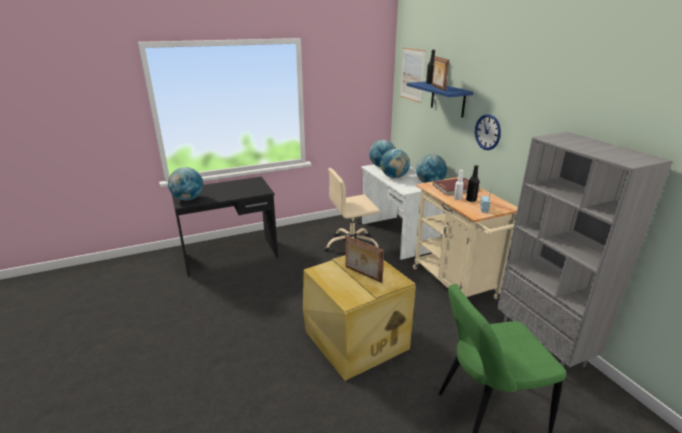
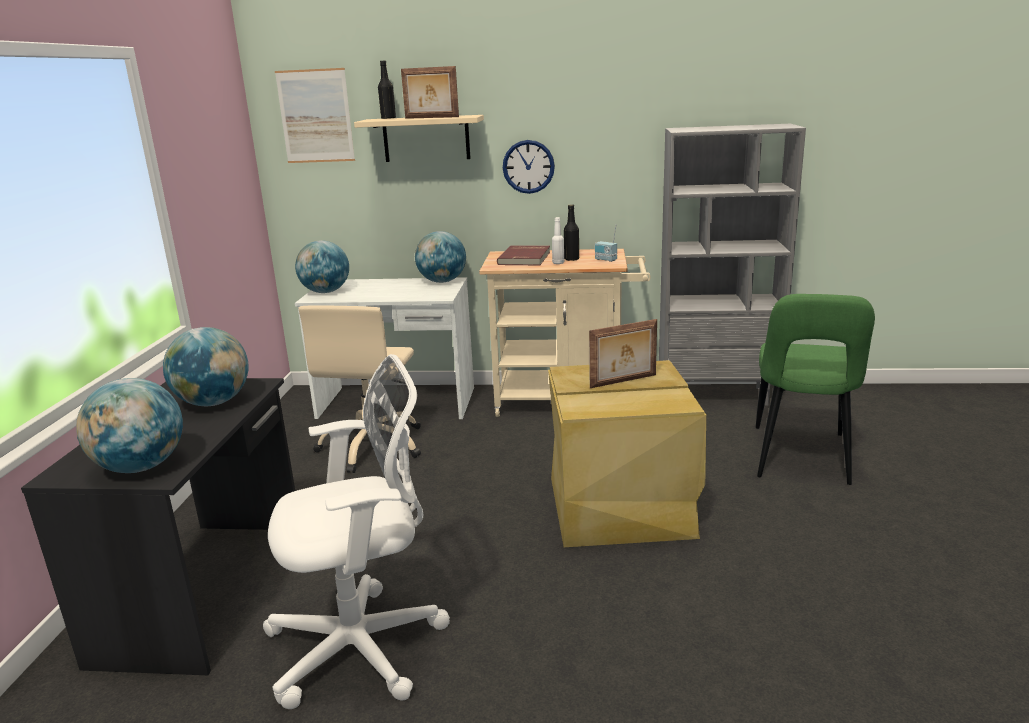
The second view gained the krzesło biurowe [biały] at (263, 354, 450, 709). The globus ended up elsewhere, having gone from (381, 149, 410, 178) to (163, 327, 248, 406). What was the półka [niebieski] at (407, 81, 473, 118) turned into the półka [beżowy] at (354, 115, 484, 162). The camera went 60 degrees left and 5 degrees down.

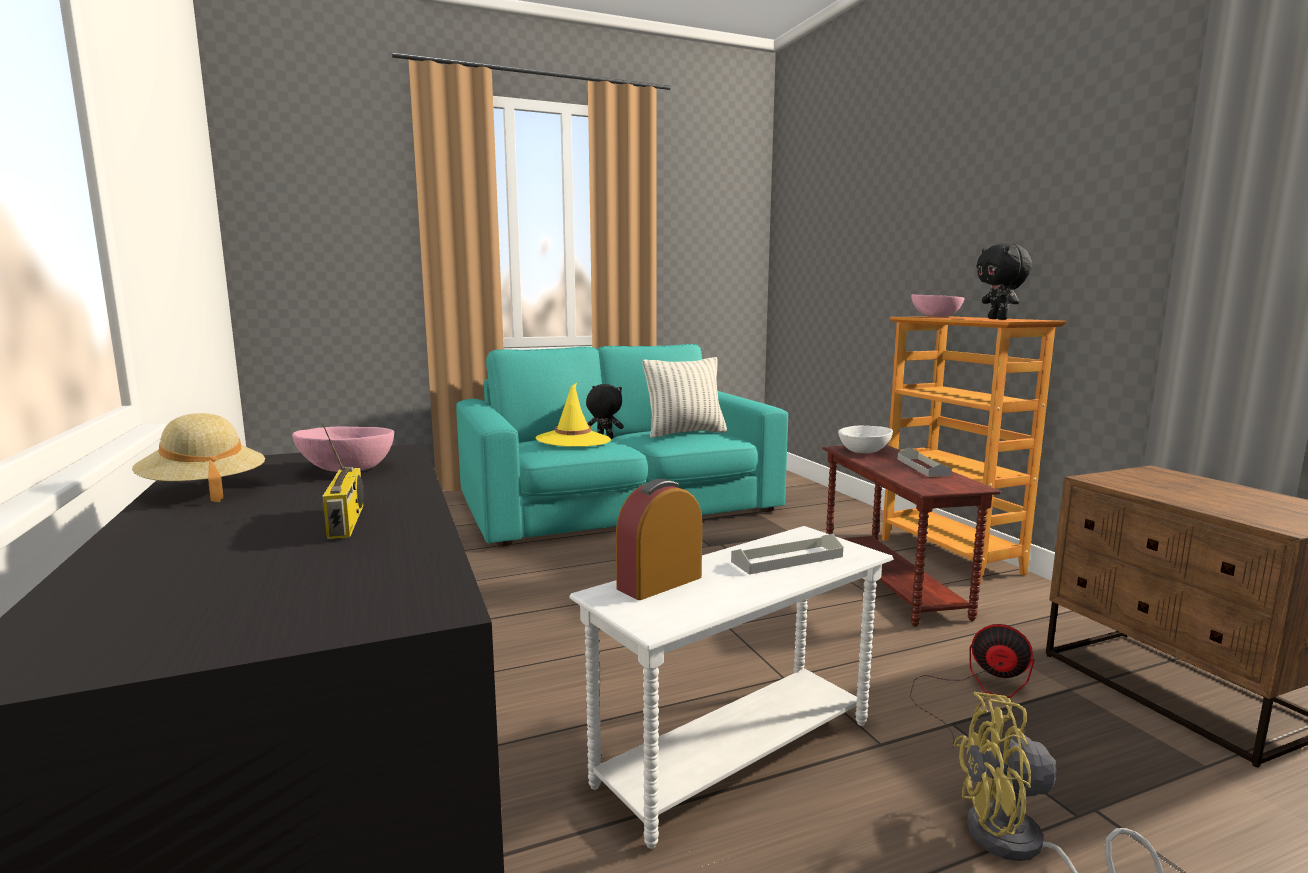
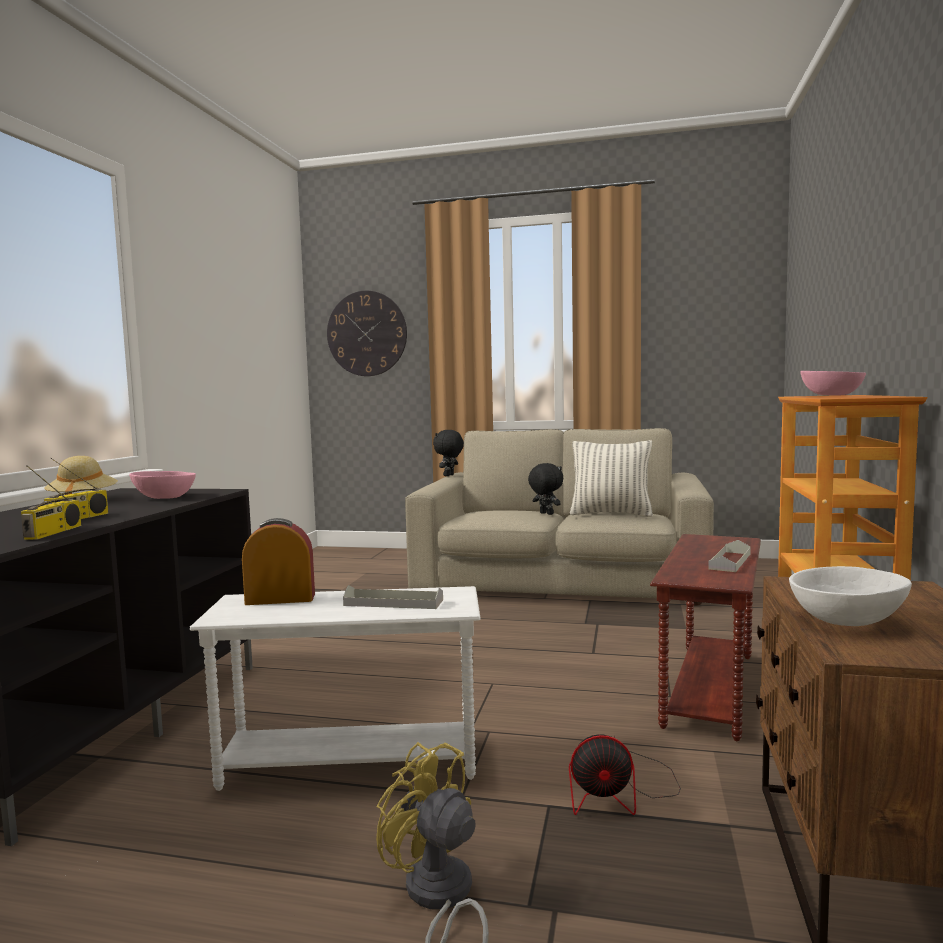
The second view lost the kapelusz [żółty] at (536, 383, 611, 447). The second view gained the radio at (21, 465, 81, 540). The second view gained the zegar ścienny at (327, 291, 407, 376). The miska [biały] ended up elsewhere, having gone from (838, 426, 893, 453) to (789, 566, 912, 626). The pluszak [czarny] ended up elsewhere, having gone from (976, 243, 1032, 320) to (433, 430, 464, 476). What was the kanapa [turkusowy] at (456, 344, 788, 546) turned into the kanapa [beżowy] at (405, 428, 714, 606). The wentylator at (910, 624, 1034, 747) ended up facing another way, 120 degrees clockwise from before. The camera went 35 degrees right and 5 degrees down.

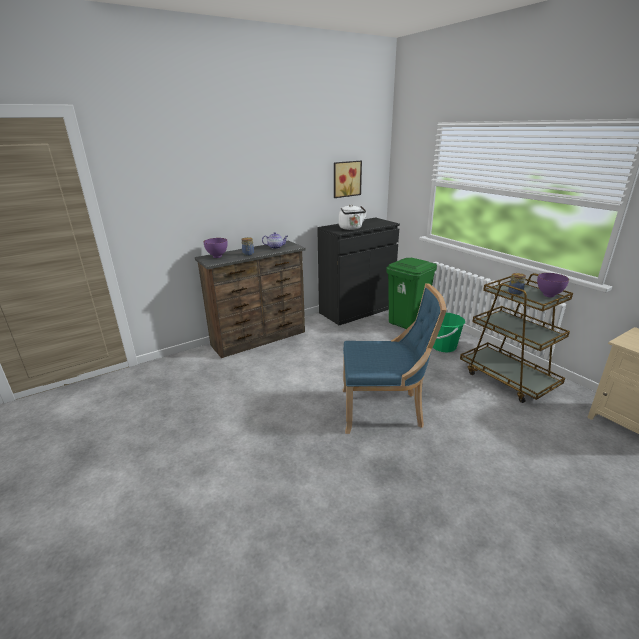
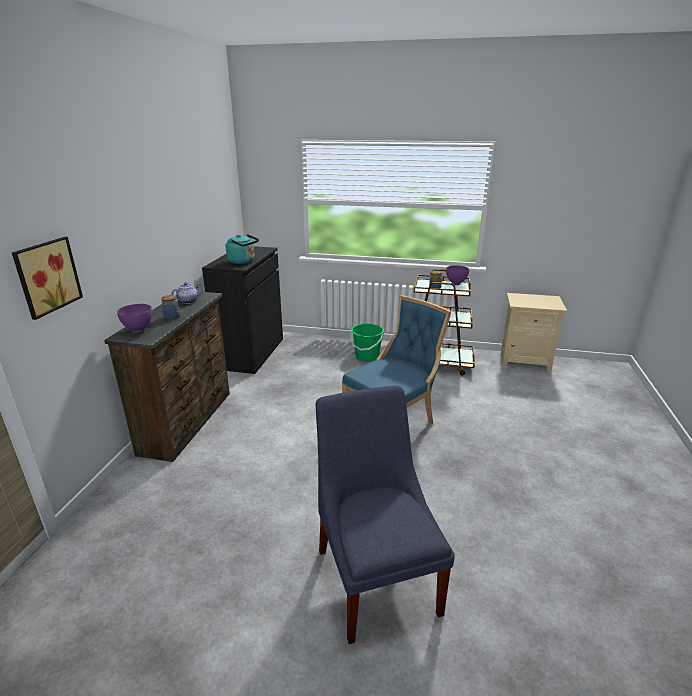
The second view lost the kosz na śmieci [zielony] at (386, 257, 437, 329). The second view gained the krzesło [niebieski] at (315, 385, 455, 644). The obraz ended up elsewhere, having gone from (334, 161, 362, 198) to (12, 237, 83, 320). What was the czajnik [biały] at (339, 204, 367, 230) turned into the czajnik [turkusowy] at (226, 234, 259, 264). The camera went 45 degrees left and 0 degrees up.

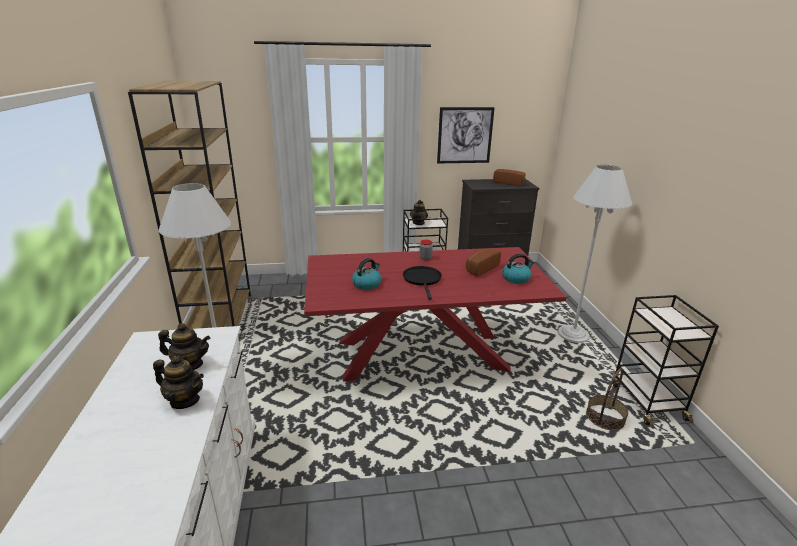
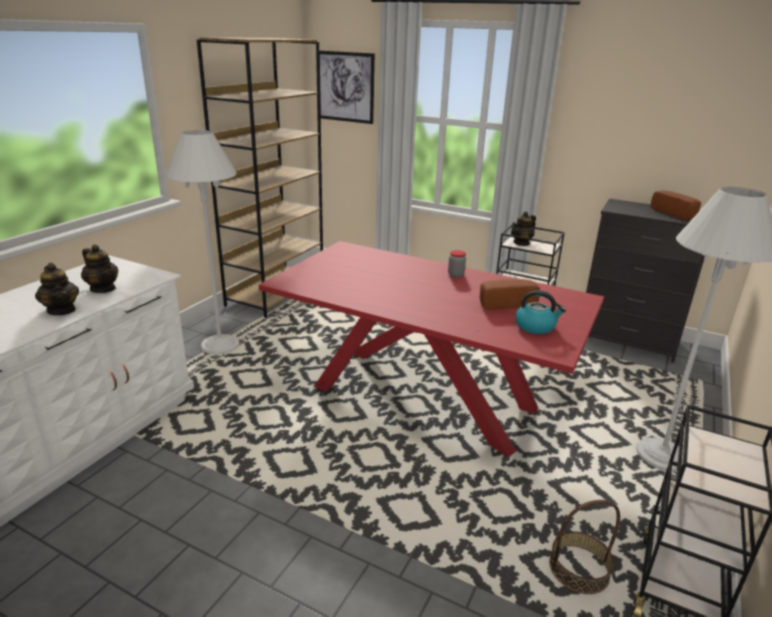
The second view lost the czajnik at (352, 258, 381, 290). The second view lost the patelnia [czarny] at (403, 266, 442, 300). The obraz ended up elsewhere, having gone from (437, 107, 495, 163) to (319, 50, 375, 124). The camera went 35 degrees right and 0 degrees up.

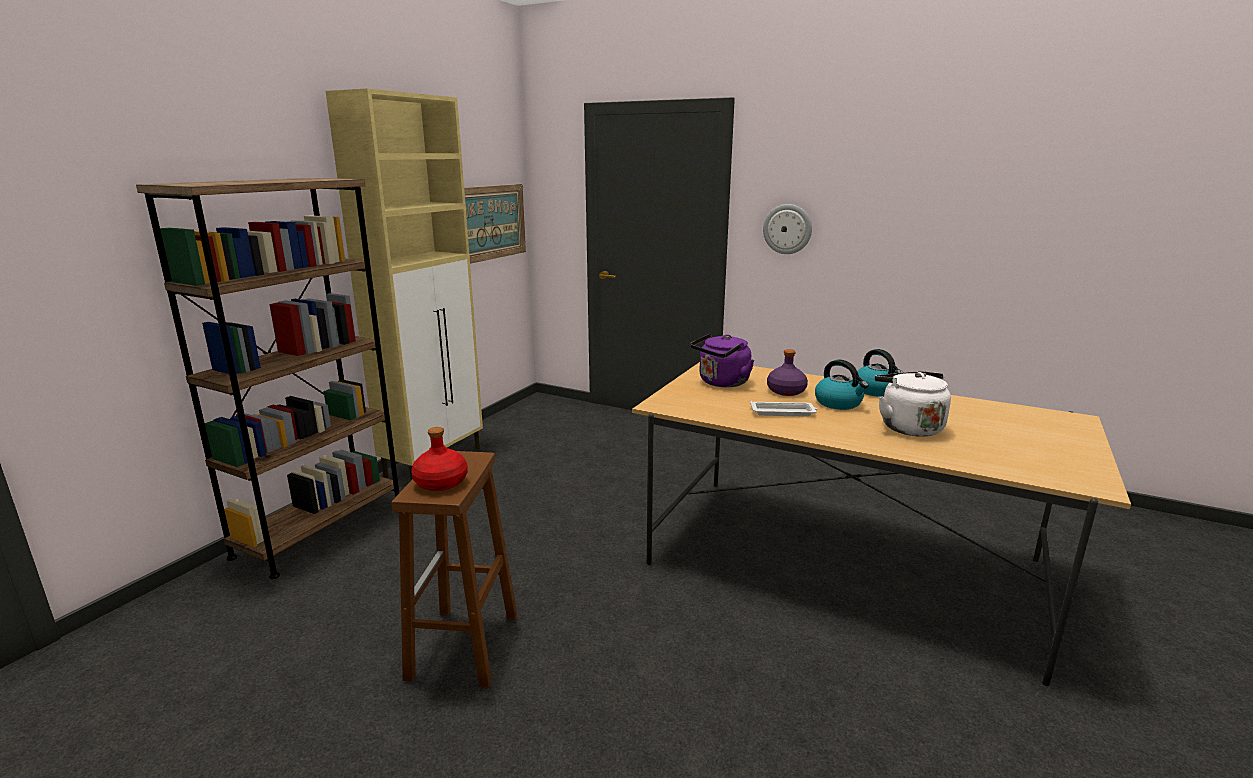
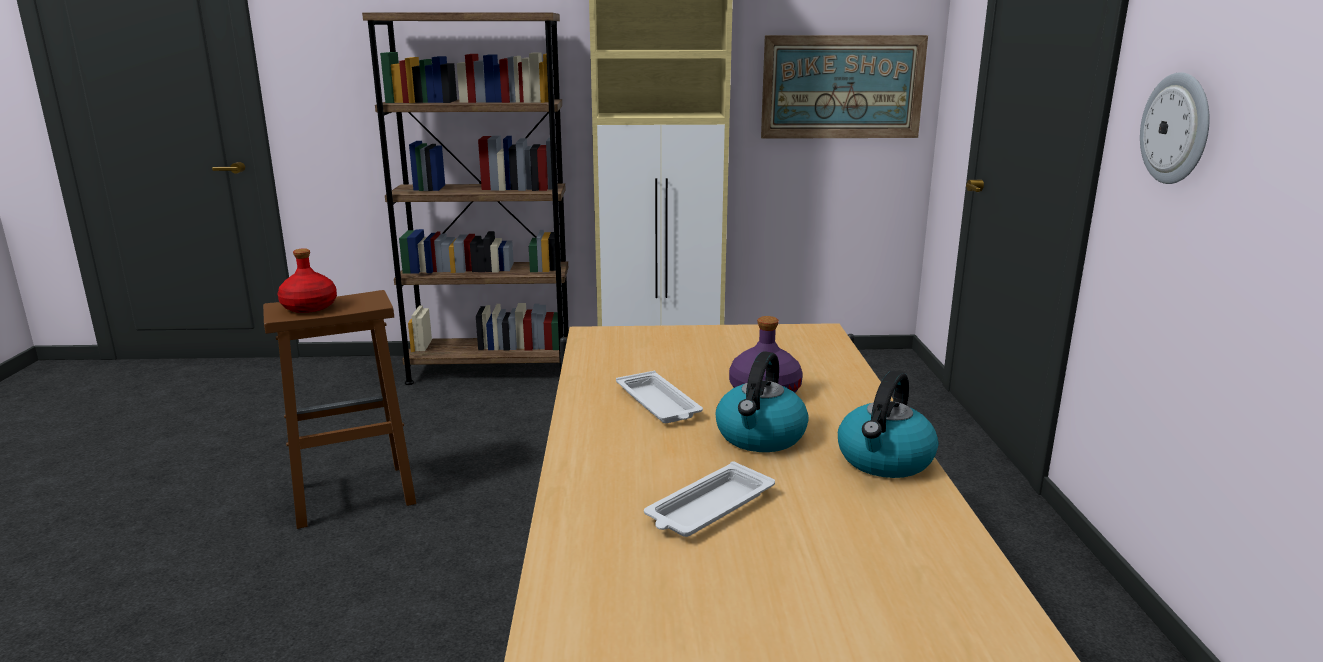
The second view lost the czajnik [fioletowy] at (690, 333, 754, 387). Where the czajnik [biały] stood at (875, 371, 951, 437), the taca [biały] came to stand at (644, 461, 775, 537). The camera went 60 degrees right and 0 degrees up.

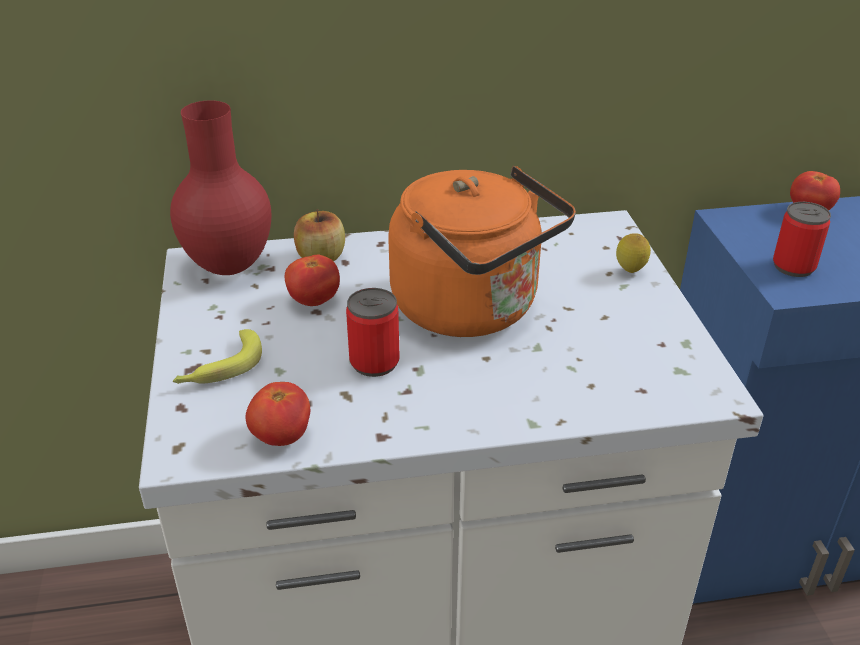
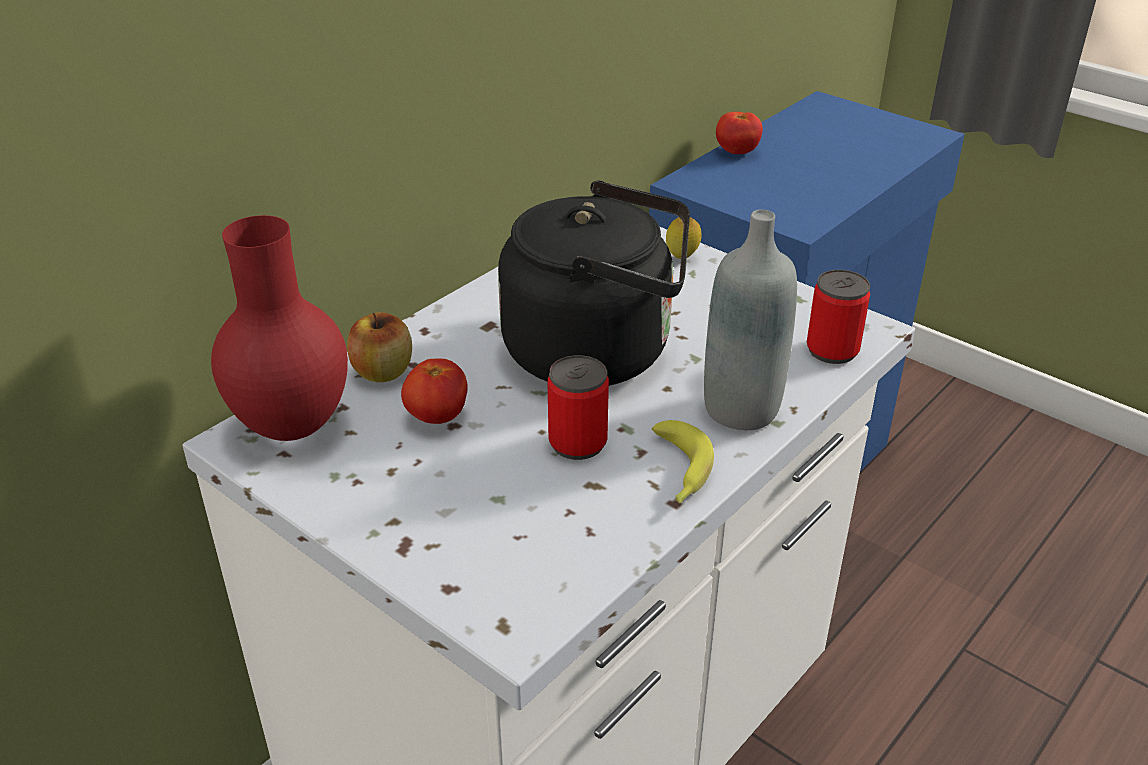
The second view lost the pomidor at (246, 382, 310, 446). The second view gained the butelka [szary] at (704, 209, 797, 430). The banan ended up elsewhere, having gone from (173, 329, 262, 384) to (652, 420, 714, 503). The puszka ended up elsewhere, having gone from (773, 202, 831, 277) to (807, 270, 870, 364). What was the czajnik [pomarańczowy] at (388, 166, 576, 337) turned into the czajnik [czarny] at (498, 181, 690, 386). The camera went 40 degrees left and 0 degrees up.

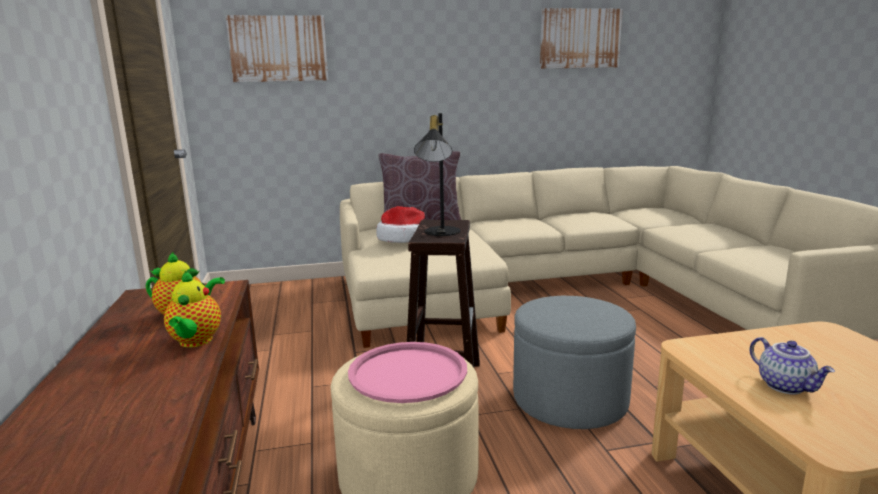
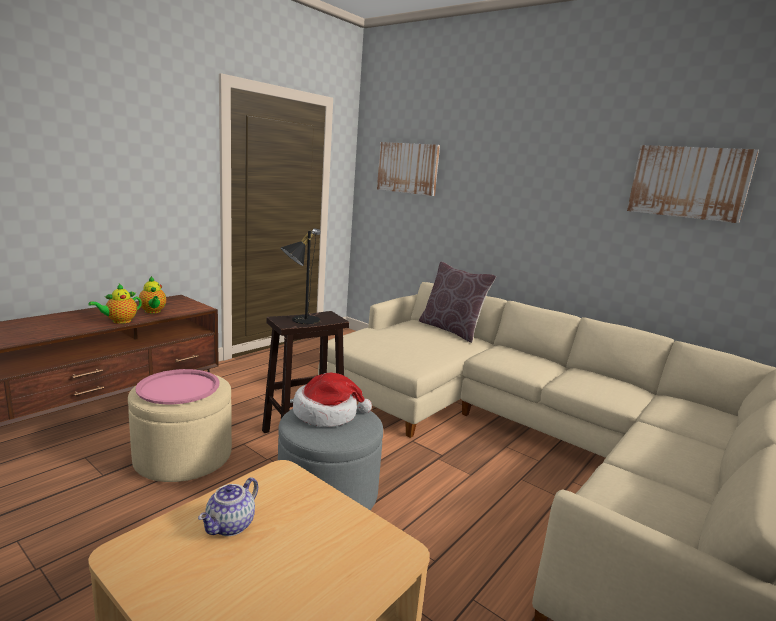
The kapelusz ended up elsewhere, having gone from (376, 206, 425, 243) to (293, 373, 372, 427). The camera went 50 degrees right and 0 degrees up.

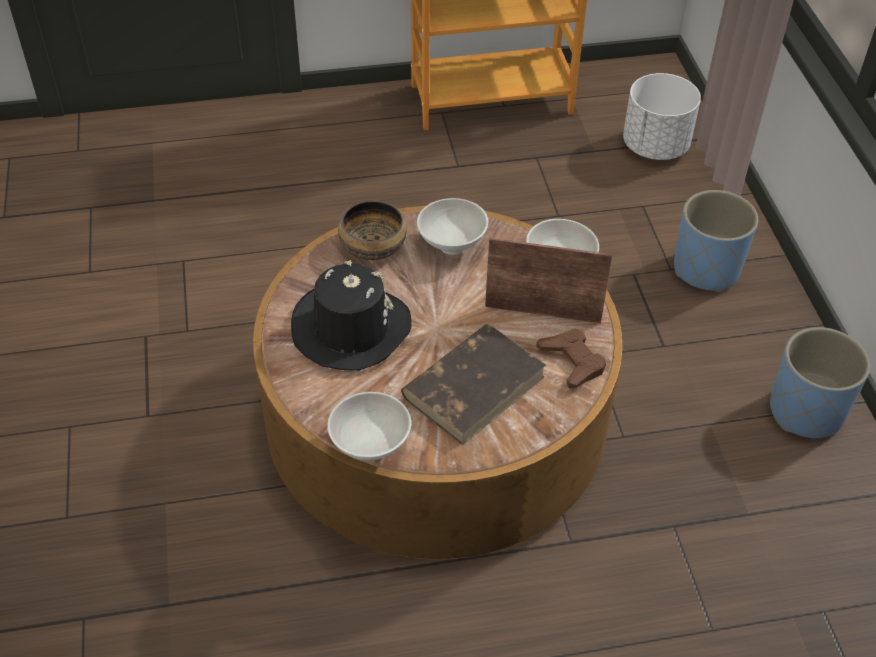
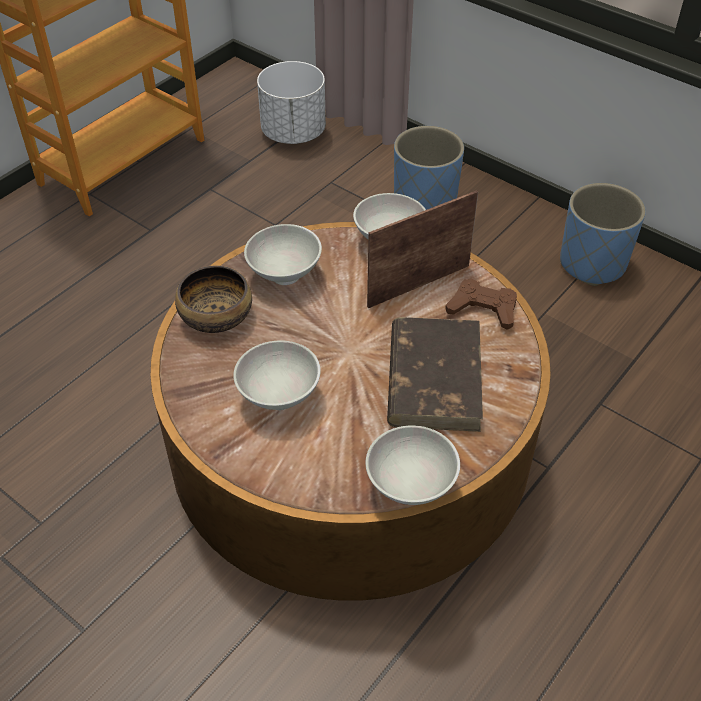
Where the kapelusz [czarny] stood at (291, 260, 411, 371), the miska [biały] came to stand at (233, 340, 321, 410). The camera went 40 degrees left and 0 degrees up.

